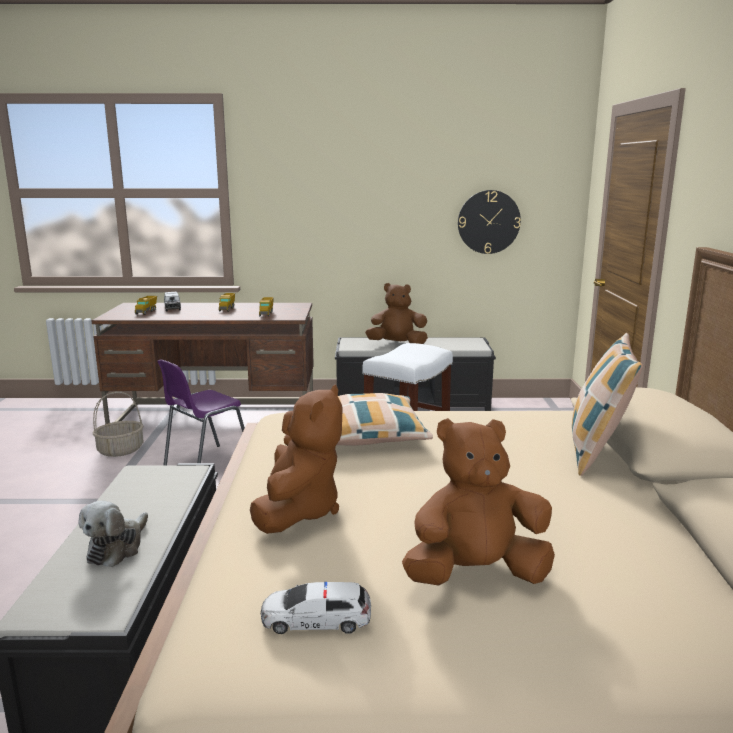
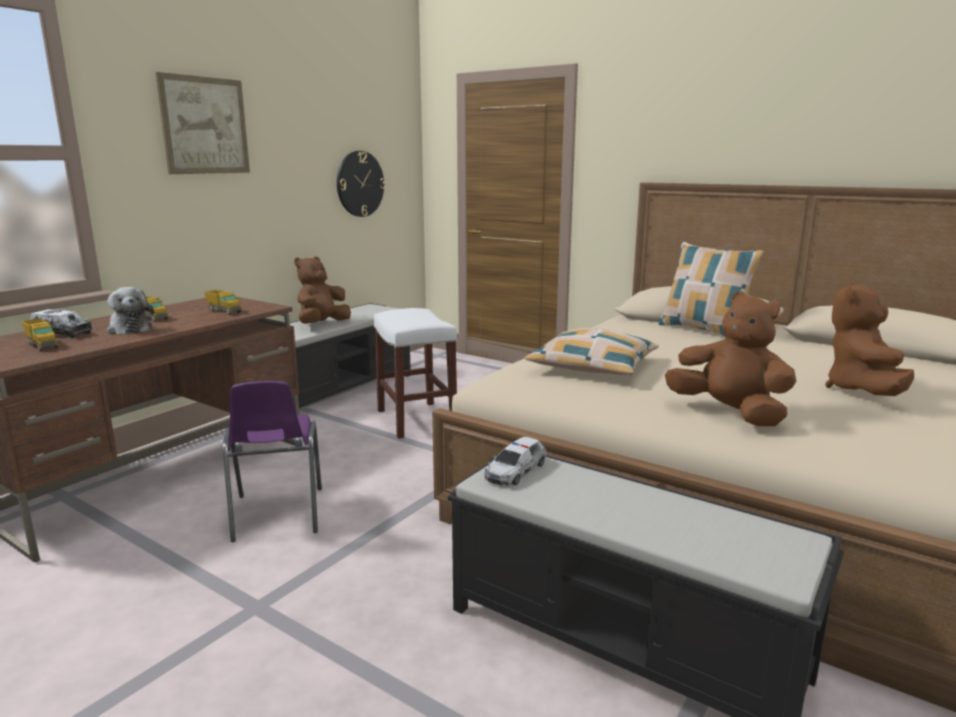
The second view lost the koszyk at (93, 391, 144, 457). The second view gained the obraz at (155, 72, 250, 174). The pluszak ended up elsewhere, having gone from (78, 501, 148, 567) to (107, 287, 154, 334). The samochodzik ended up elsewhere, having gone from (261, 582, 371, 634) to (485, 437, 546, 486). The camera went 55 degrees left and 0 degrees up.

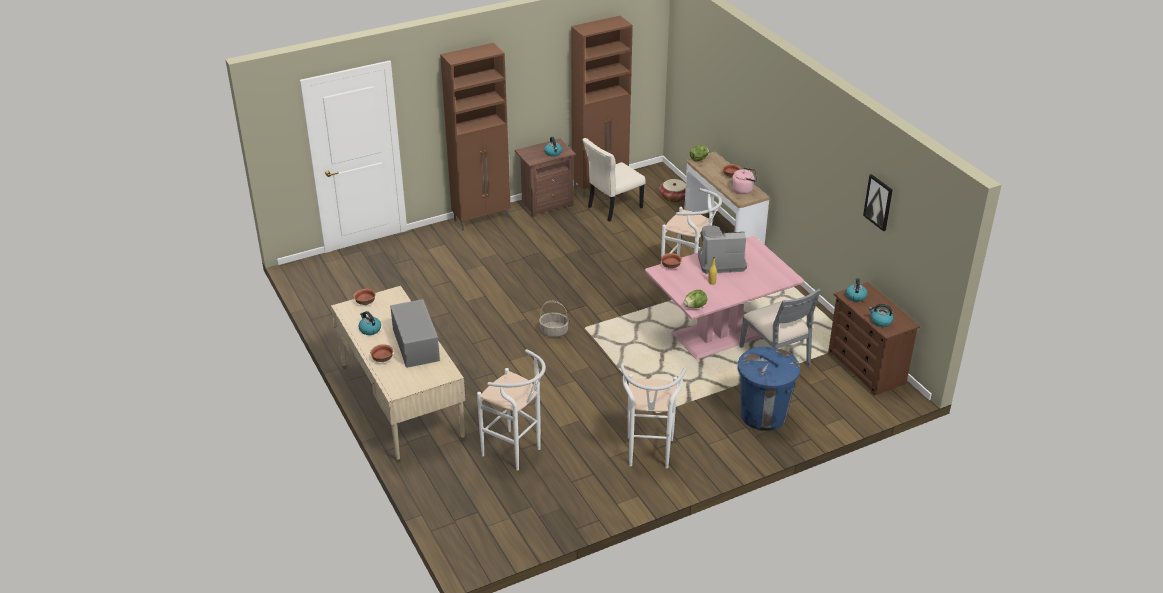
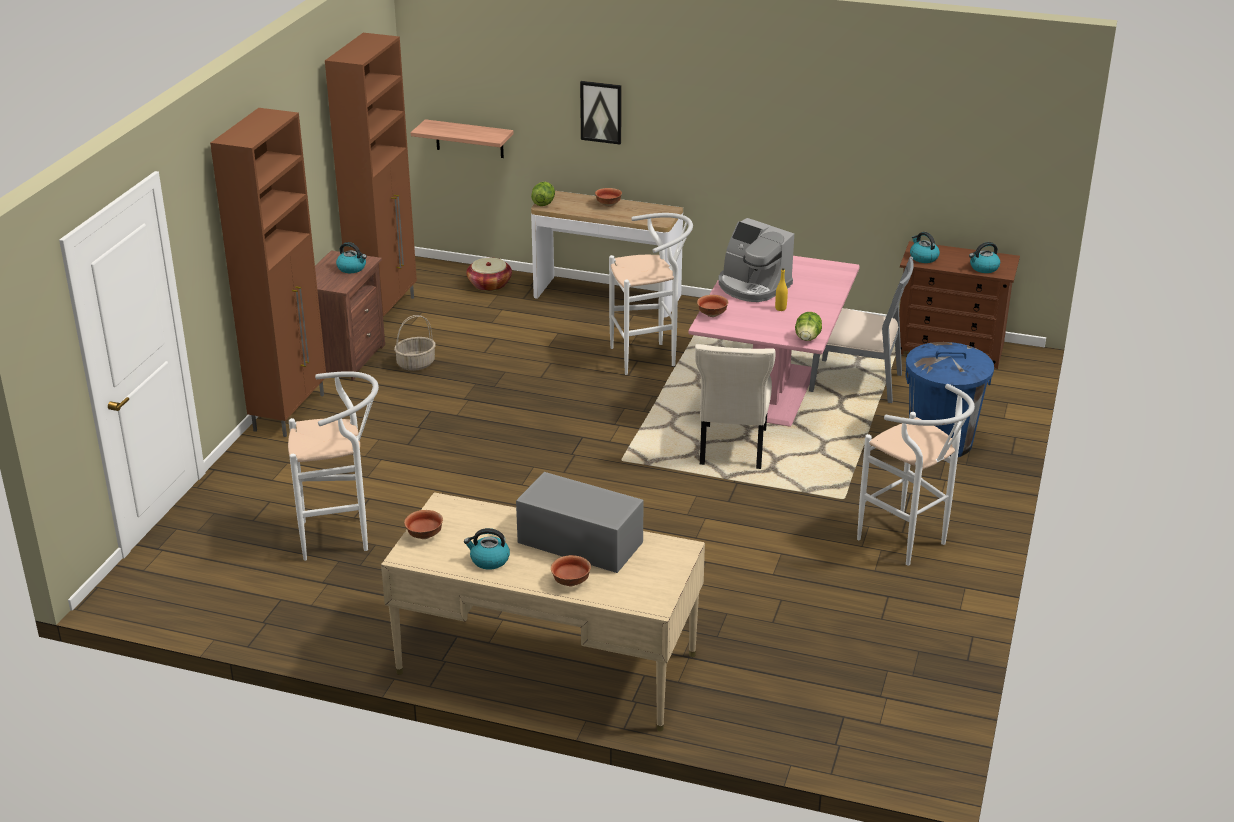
The second view lost the czajnik [różowy] at (731, 167, 757, 194). The second view gained the półka at (411, 119, 514, 158). The stołek [biały] ended up elsewhere, having gone from (477, 349, 546, 471) to (288, 371, 379, 561). The koszyk ended up elsewhere, having gone from (539, 301, 569, 338) to (394, 315, 436, 371). The krzesło [beżowy] ended up elsewhere, having gone from (583, 138, 645, 222) to (695, 344, 776, 469). The obraz ended up elsewhere, having gone from (863, 174, 893, 231) to (580, 81, 621, 145). The ekspres do kawy at (698, 225, 747, 274) ended up facing another way, 90 degrees counterclockwise from before. The camera went 45 degrees left and 5 degrees down.

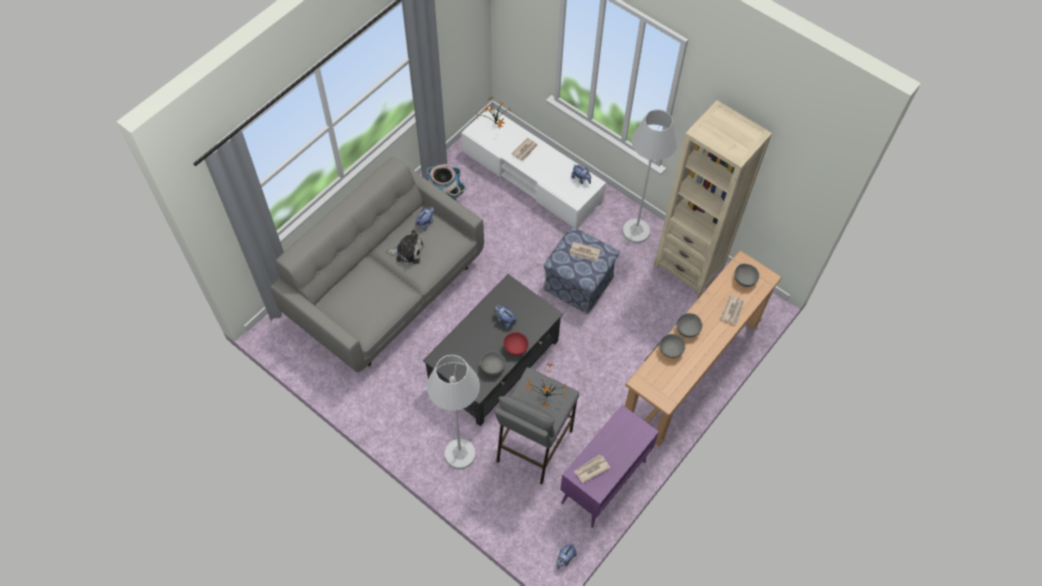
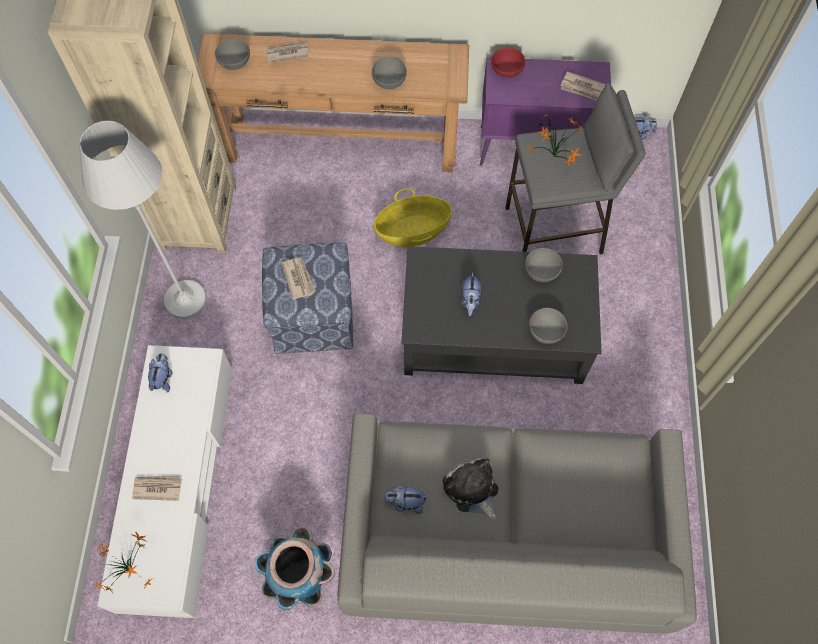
The second view lost the lampa stojąca [biały] at (427, 355, 480, 469). The second view gained the koszyk at (374, 188, 452, 247). The miska [czerwony] ended up elsewhere, having gone from (504, 332, 529, 356) to (491, 47, 525, 78). The miska [szary] ended up elsewhere, having gone from (677, 313, 702, 338) to (529, 308, 568, 344). The camera went 125 degrees left and 5 degrees up.

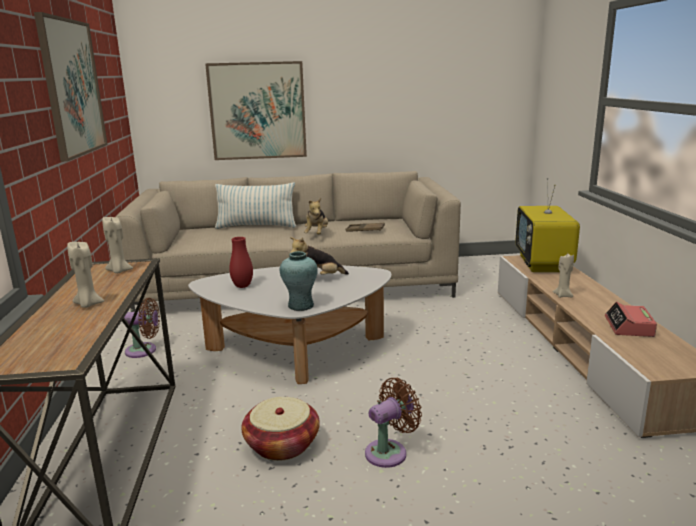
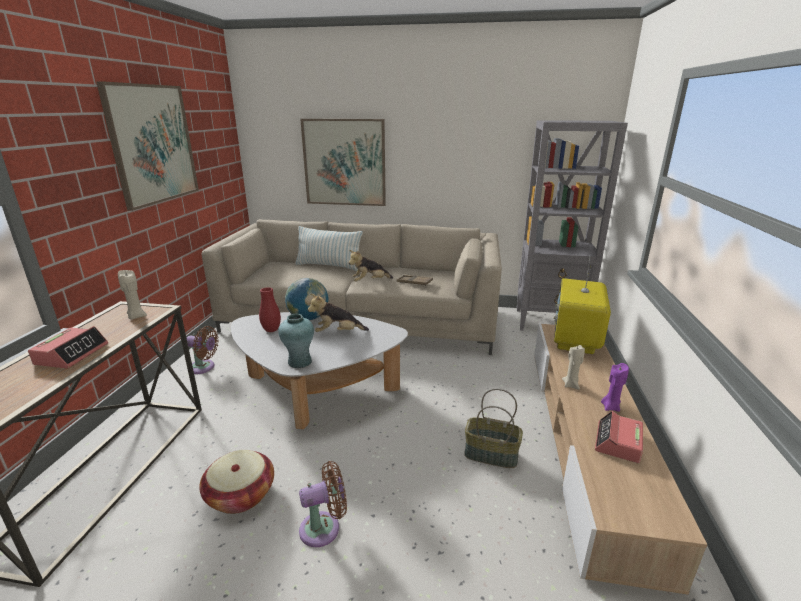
The second view gained the globus at (285, 278, 329, 320). The second view gained the koszyk at (464, 388, 523, 468). The second view gained the regał [szary] at (517, 120, 628, 331). The second view gained the świeca [fioletowy] at (601, 363, 629, 412). Where the świeca [beżowy] stood at (67, 241, 104, 308), the budzik came to stand at (28, 326, 108, 368). The pluszak at (304, 198, 328, 234) ended up facing another way, 45 degrees clockwise from before. The camera went 15 degrees right and 5 degrees up.

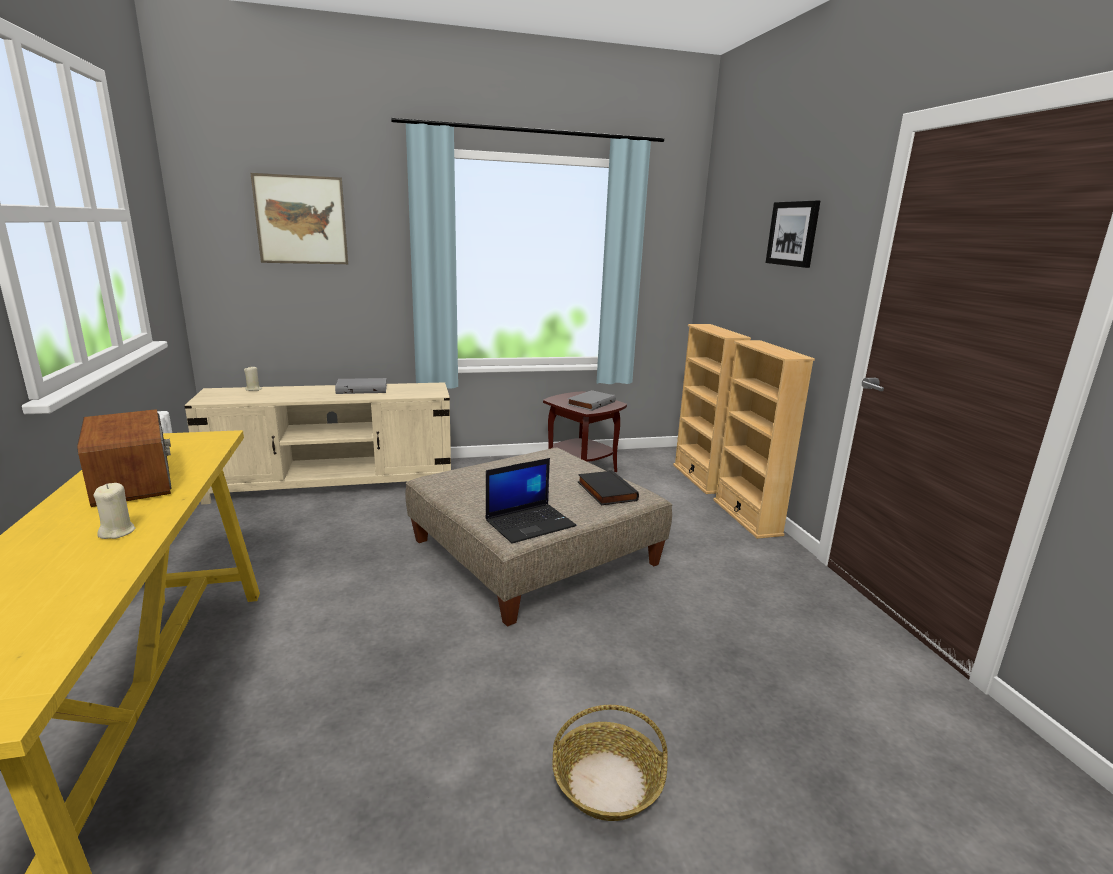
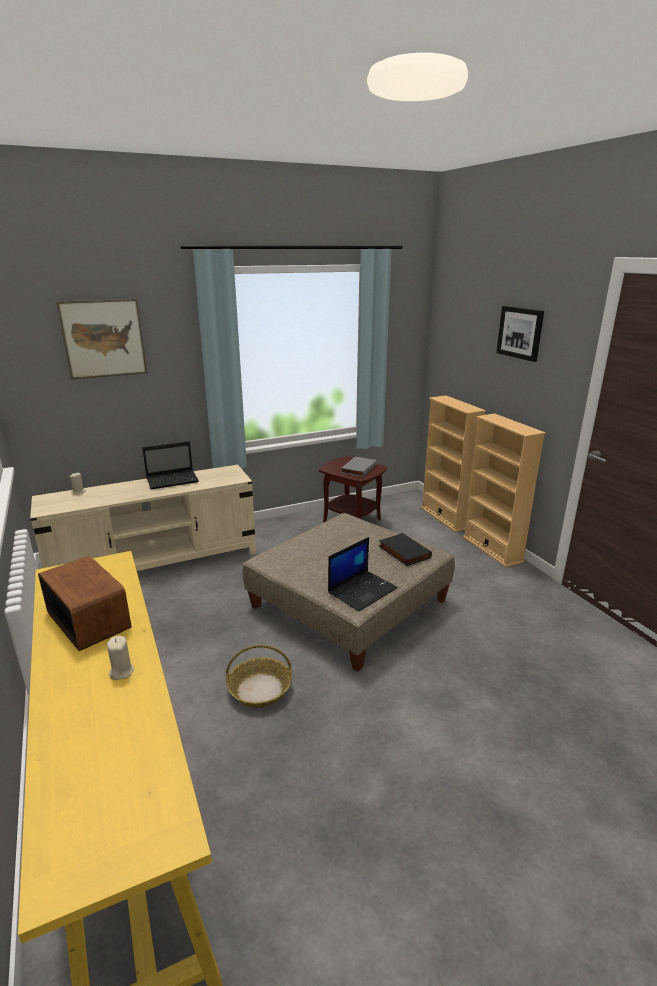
The koszyk ended up elsewhere, having gone from (552, 705, 668, 821) to (226, 645, 292, 708). Where the książka [szary] stood at (335, 378, 387, 394), the laptop came to stand at (142, 441, 199, 489). The camera went 10 degrees left and 5 degrees up.

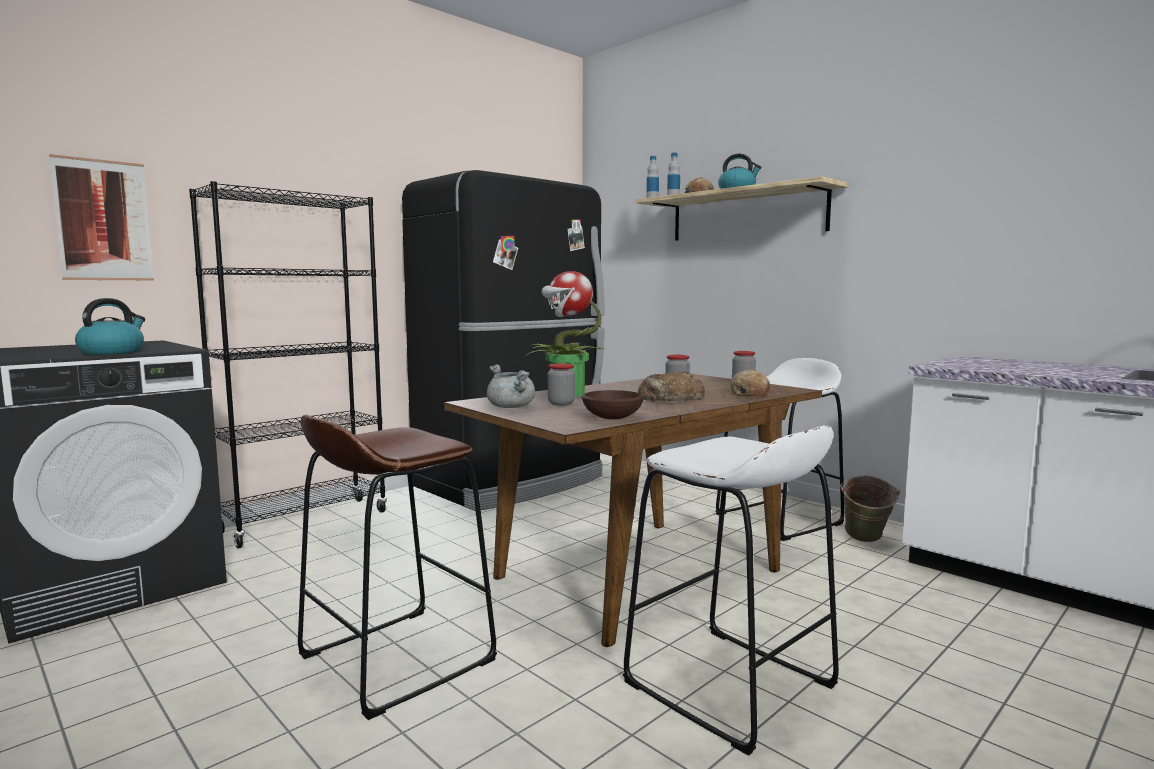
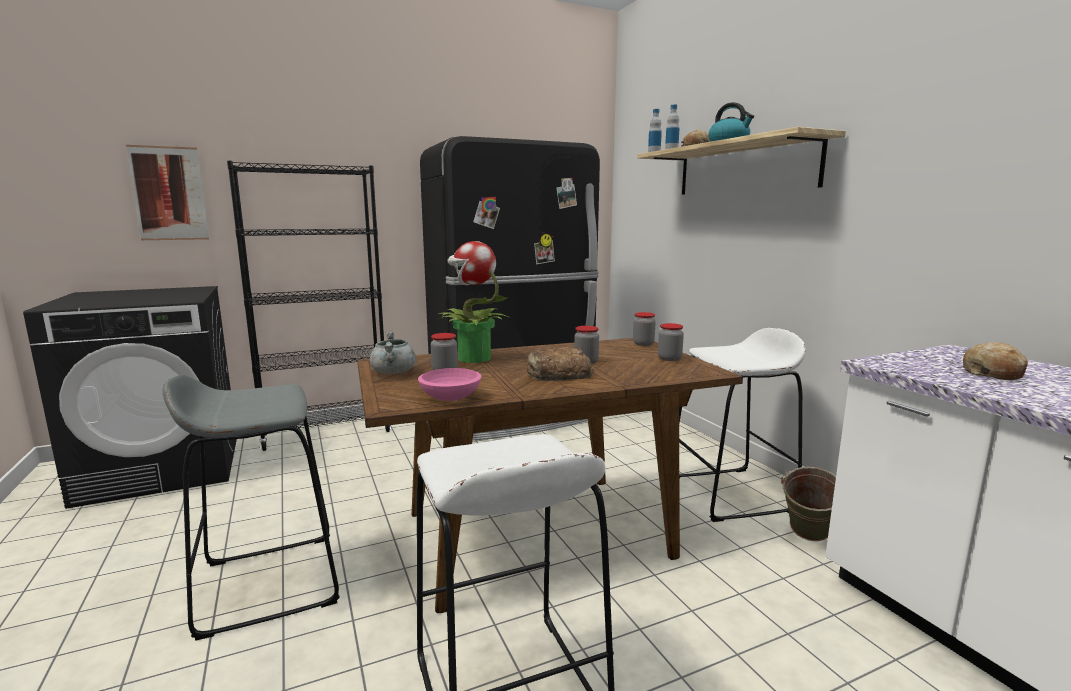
The second view lost the czajnik at (75, 298, 145, 355). The second view gained the słoik at (633, 312, 656, 346). The chleb ended up elsewhere, having gone from (731, 370, 770, 396) to (963, 342, 1028, 380). What was the stołek [brązowy] at (298, 415, 497, 720) turned into the stołek [szary] at (163, 374, 340, 641). What was the miska [brązowy] at (581, 390, 644, 419) turned into the miska [różowy] at (418, 368, 481, 401). The camera went 20 degrees right and 5 degrees up.

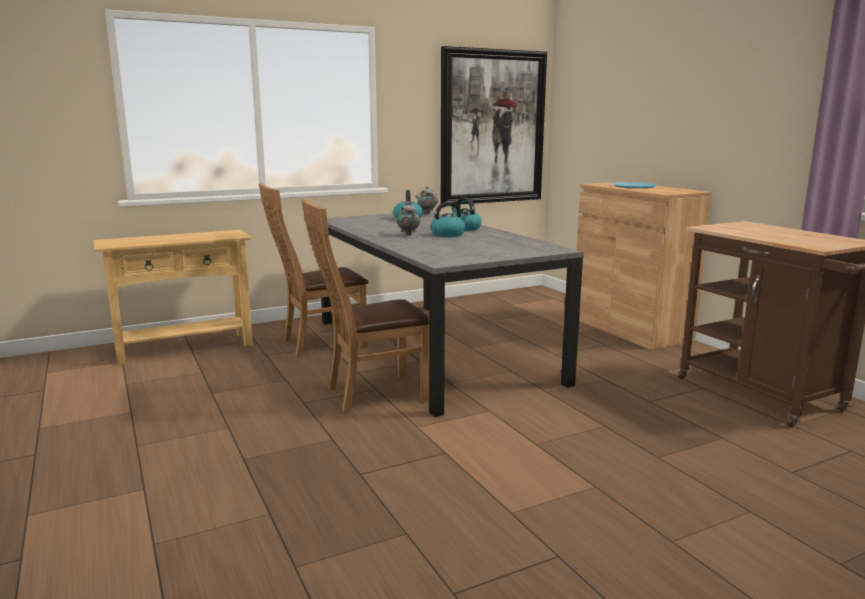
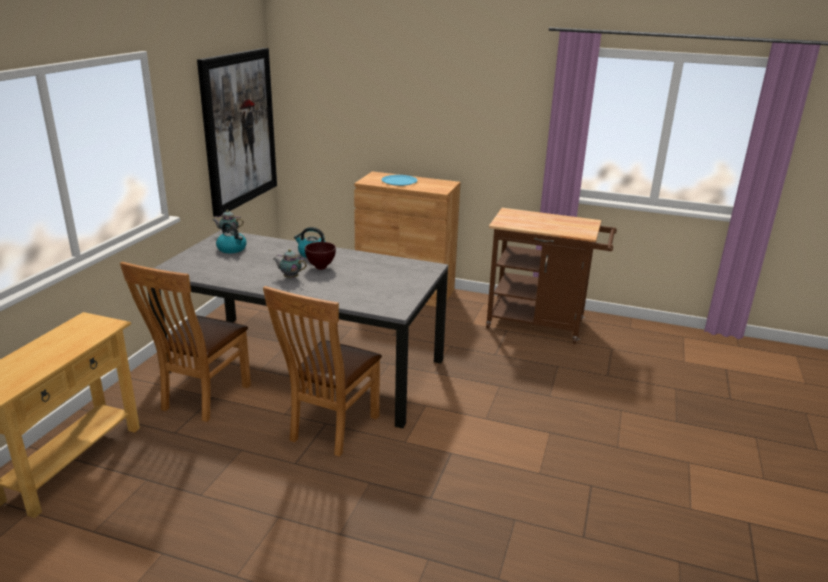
Where the czajnik stood at (431, 202, 468, 237), the miska [brązowy] came to stand at (305, 242, 336, 270). The camera went 45 degrees left and 10 degrees up.

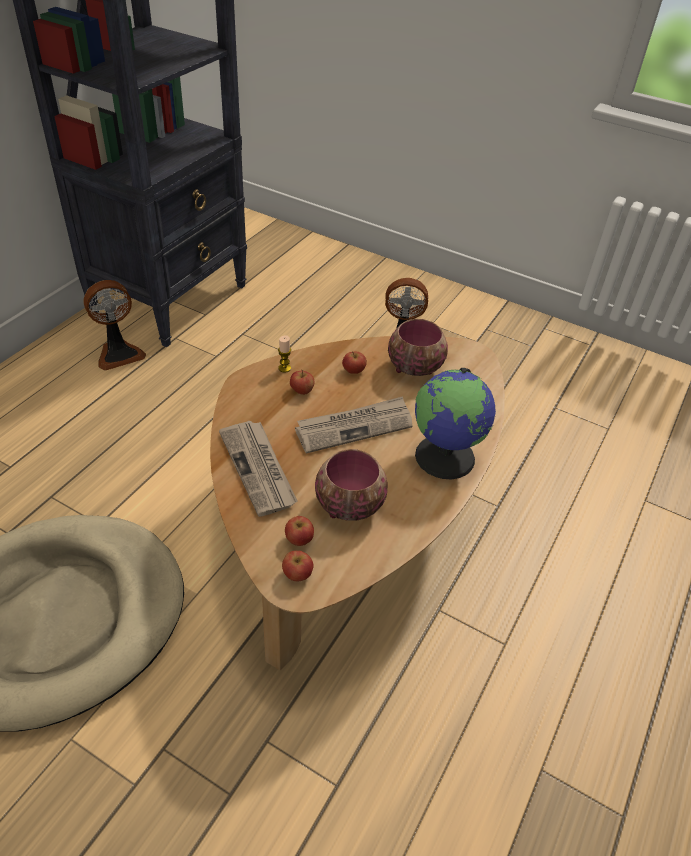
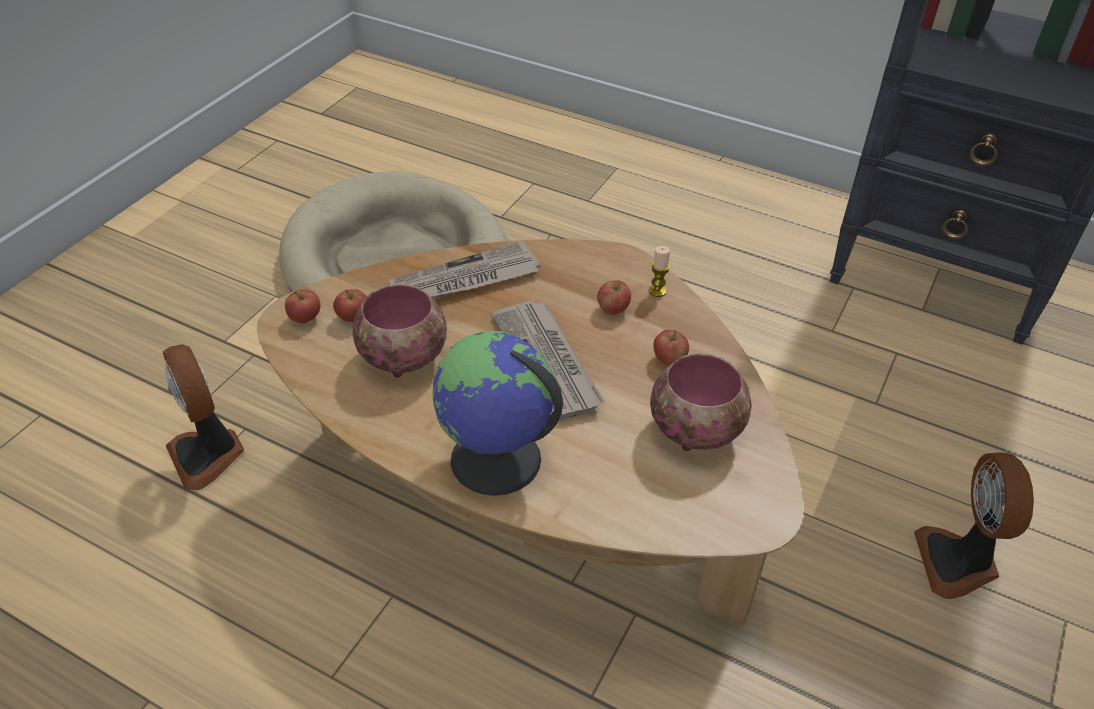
The wentylator ended up elsewhere, having gone from (83, 280, 146, 371) to (163, 344, 244, 490). The camera went 90 degrees right and 0 degrees up.

